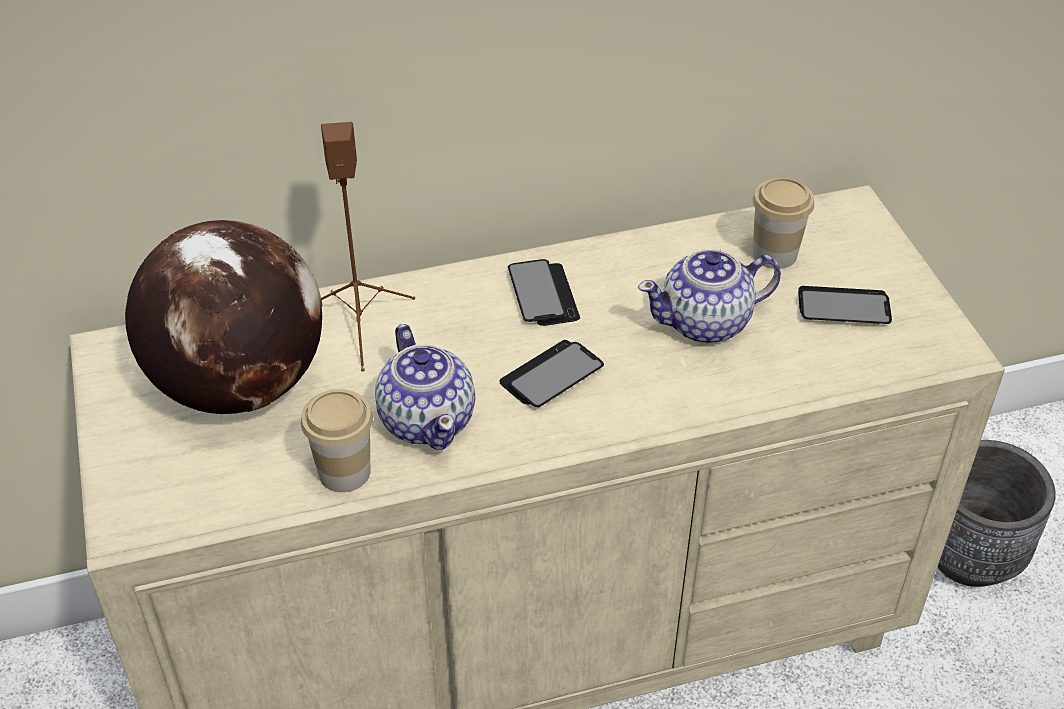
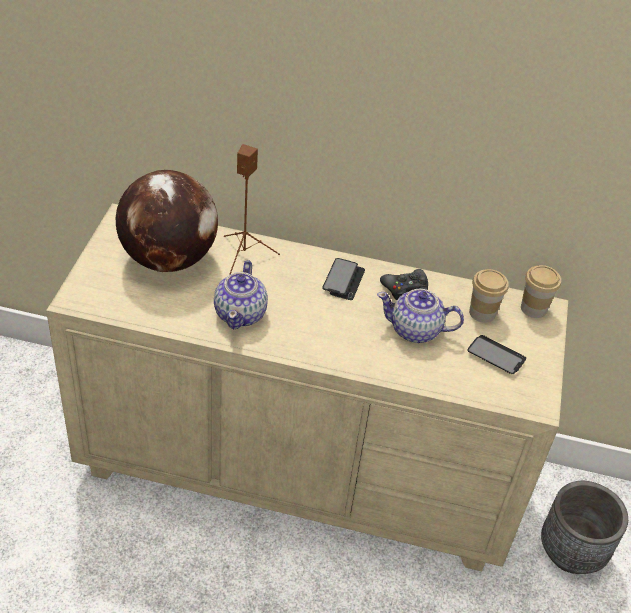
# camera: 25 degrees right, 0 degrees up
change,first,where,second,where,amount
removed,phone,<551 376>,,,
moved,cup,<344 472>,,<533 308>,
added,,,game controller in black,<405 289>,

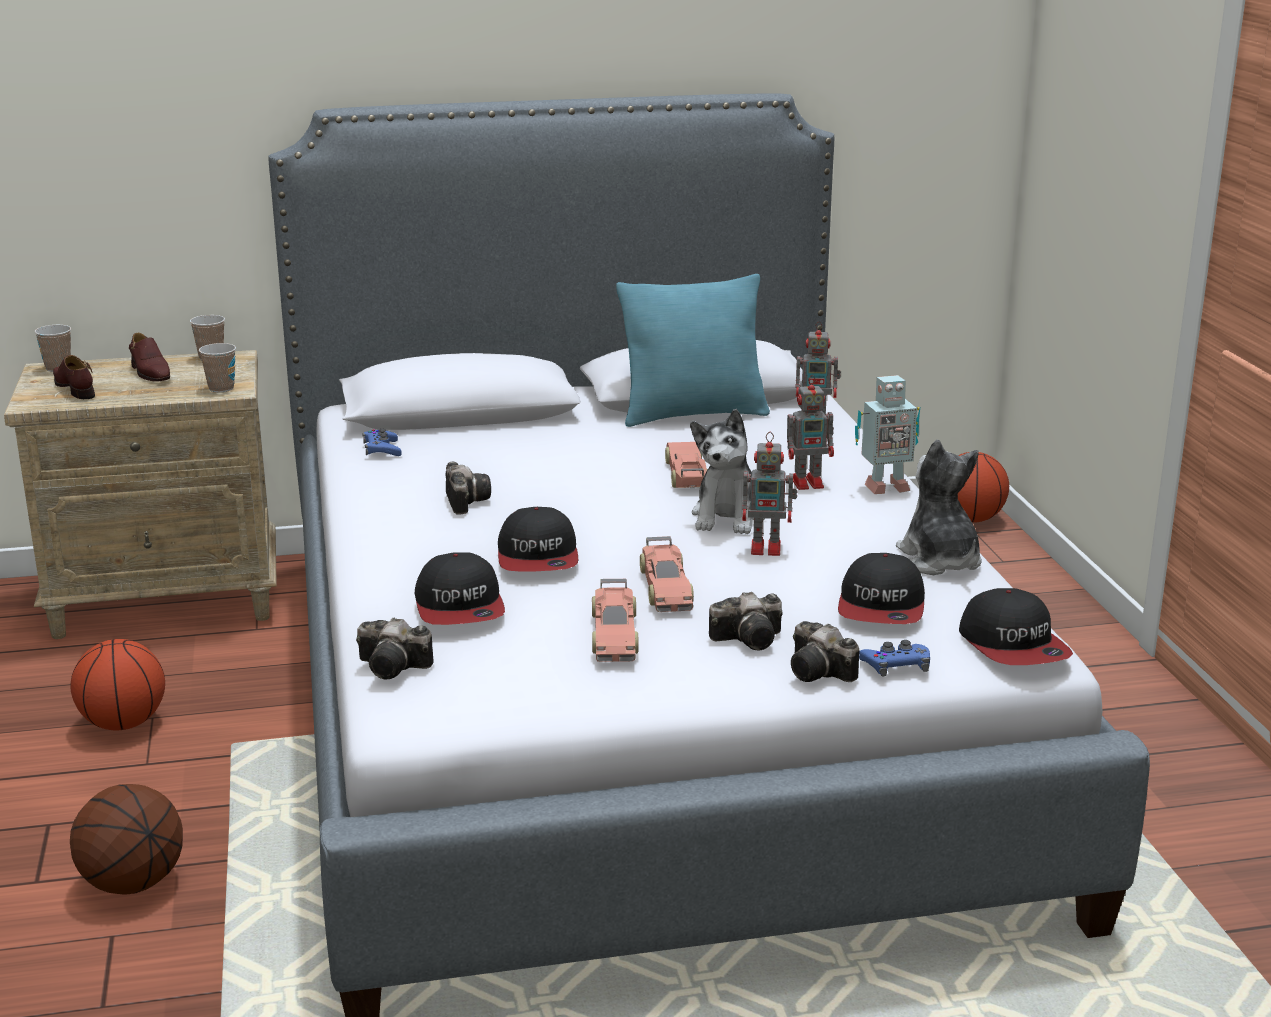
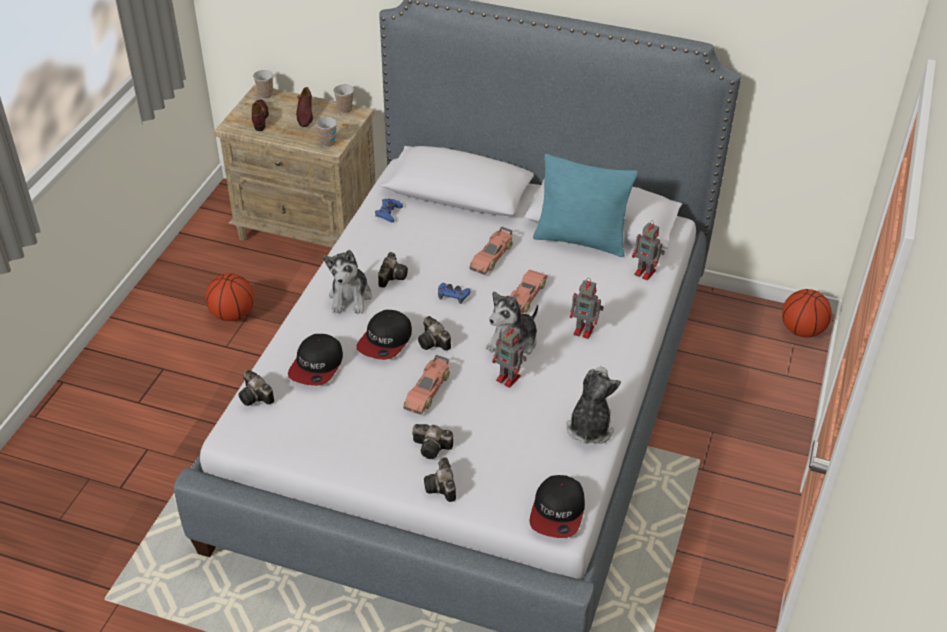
# camera: 30 degrees right, 20 degrees up
change,first,where,second,where,amount
removed,toy robot,<884 487>,,,
removed,cap,<881 607>,,,
moved,toy car,<614 635>,,<492 256>,
moved,game controller in blue,<896 665>,,<453 295>,
removed,basketball,<132 882>,,,
added,,,plush toy,<350 297>,
added,,,photo camera,<434 343>,

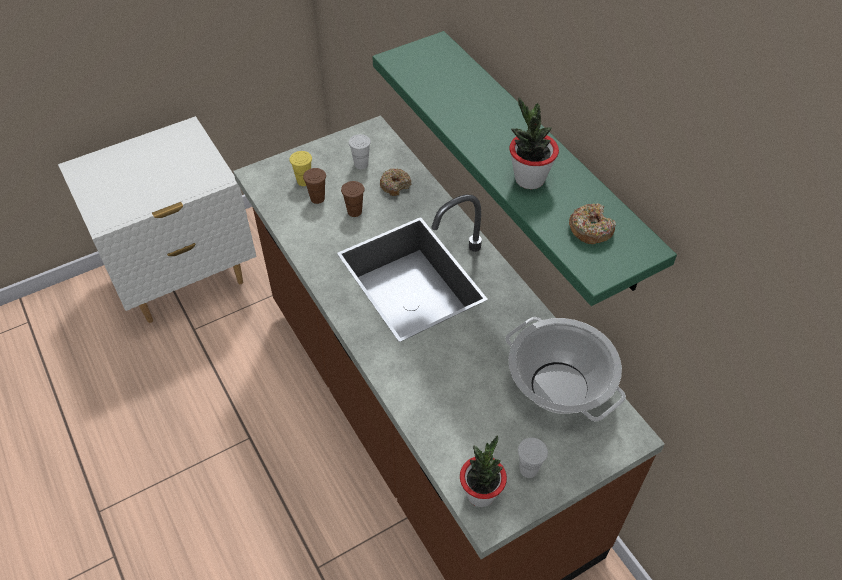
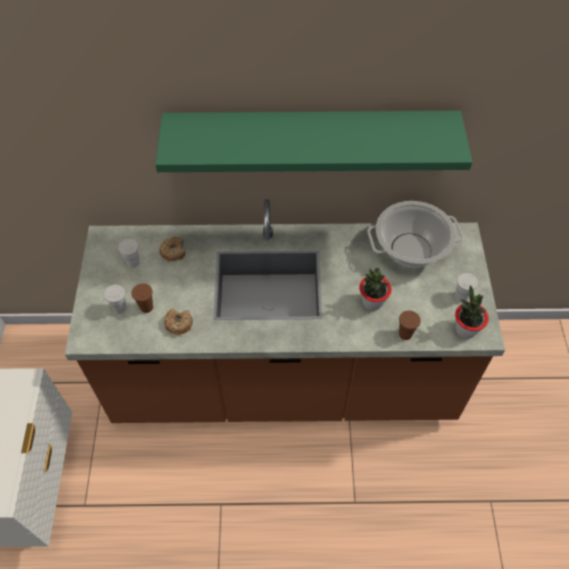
# camera: 60 degrees left, 5 degrees up
change,first,where,second,where,amount
moved,potted plant,<529 179>,,<372 302>,
recoloured,cup in yellow,<304 181>,cup in white,<120 308>,
moved,cup in brown,<354 211>,,<405 334>,
moved,donut,<590 229>,,<178 324>,

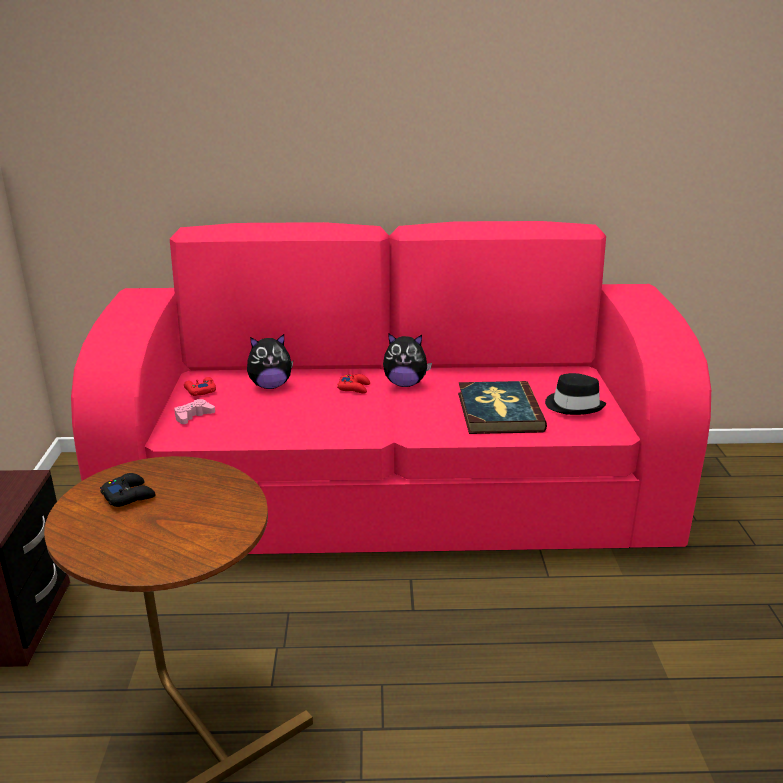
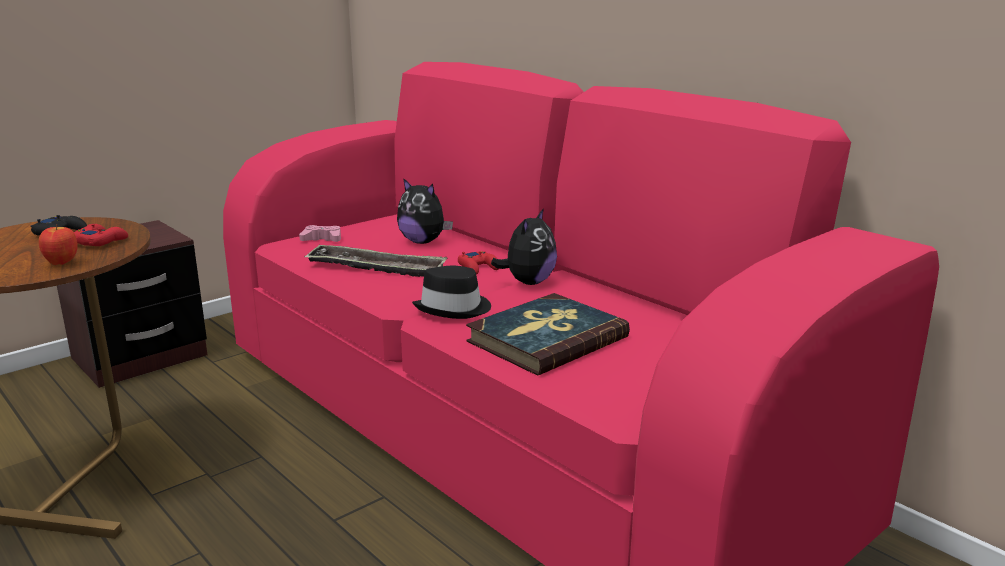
# camera: 50 degrees right, 5 degrees down
change,first,where,second,where,amount
turned,plush toy,<405 384>,,<528 282>,120 degrees counterclockwise
moved,hat in black,<574 406>,,<454 308>,
moved,game controller in red,<200 390>,,<100 241>,
added,,,apple,<61 263>,
added,,,tray,<376 268>,

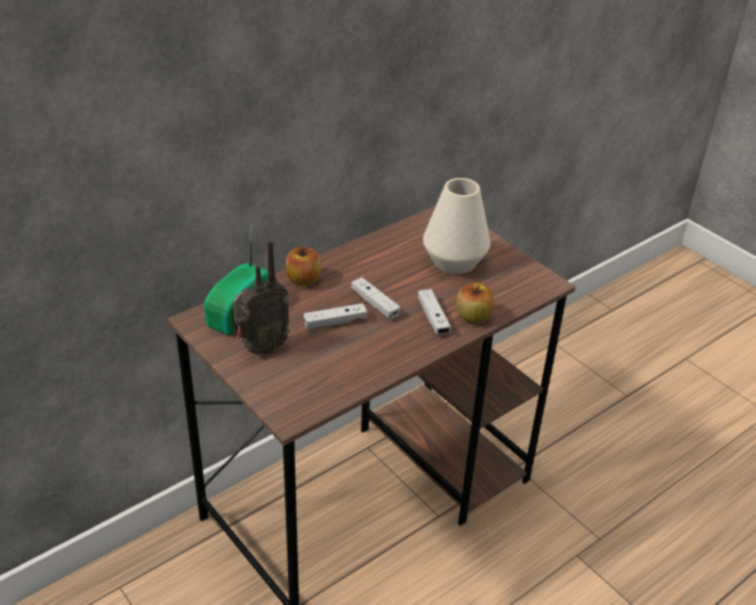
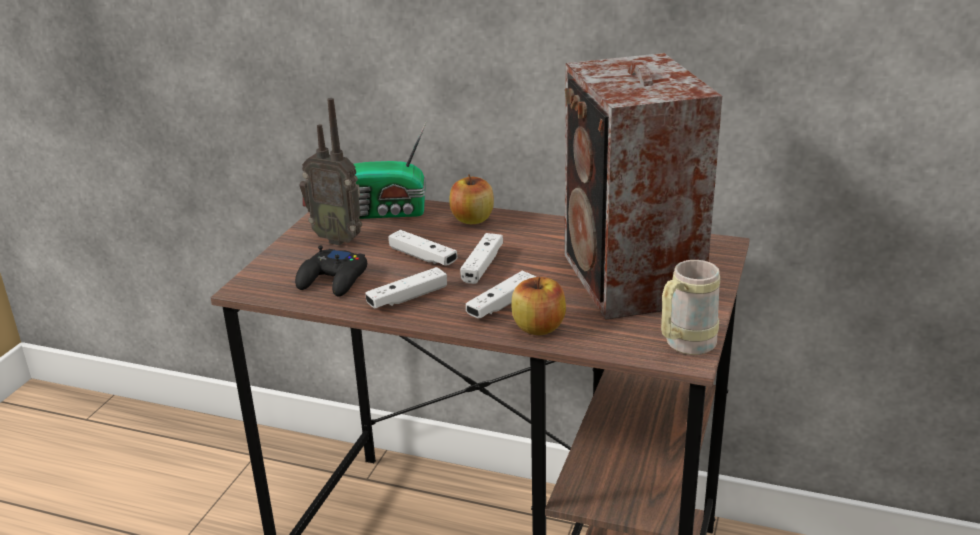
# camera: 60 degrees right, 10 degrees down
change,first,where,second,where,amount
replaced,vase in white,<454 261>,speaker,<631 281>,
added,,,game controller in black,<333 280>,
added,,,mug in beige,<684 346>,
added,,,game controller in white,<407 298>,

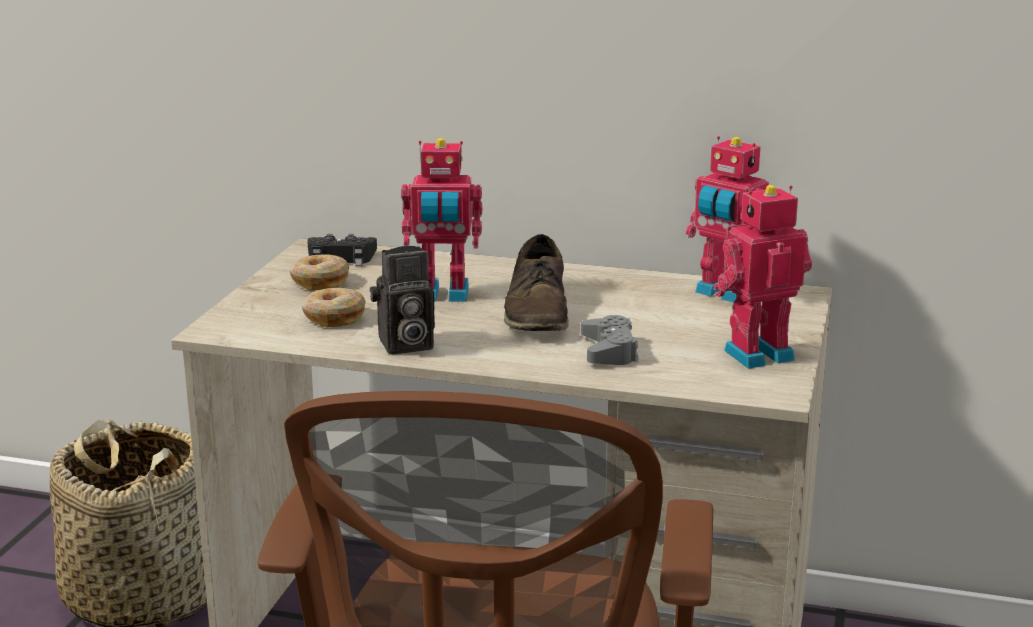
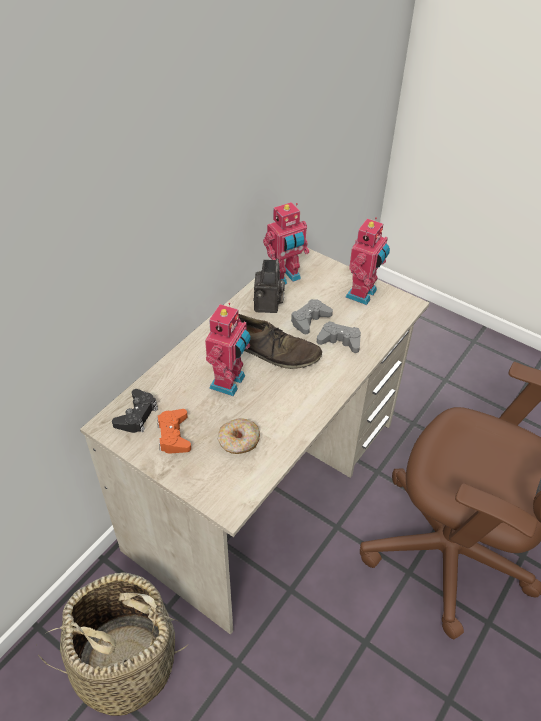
# camera: 70 degrees left, 25 degrees up
change,first,where,second,where,amount
turned,toy robot,<756 353>,,<363 294>,150 degrees counterclockwise
moved,photo camera,<404 345>,,<268 306>,
replaced,donut,<319 282>,game controller in orange,<174 435>,
added,,,game controller in grey,<309 320>,

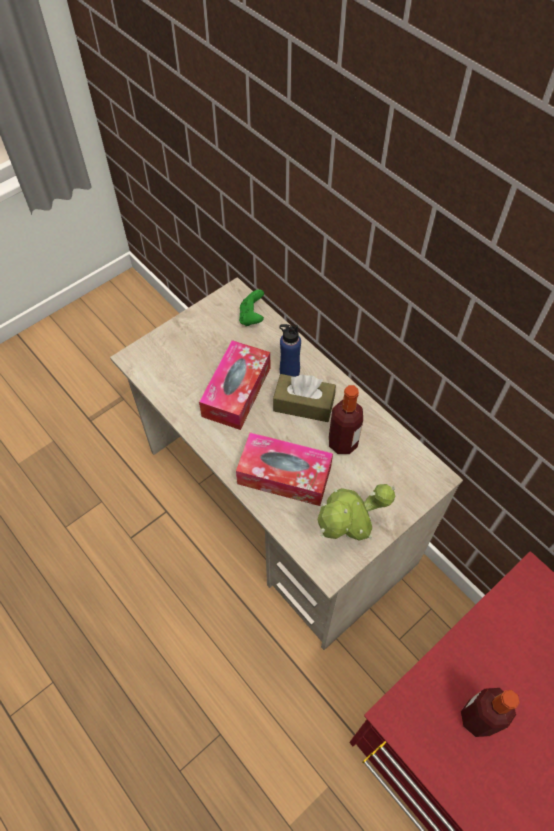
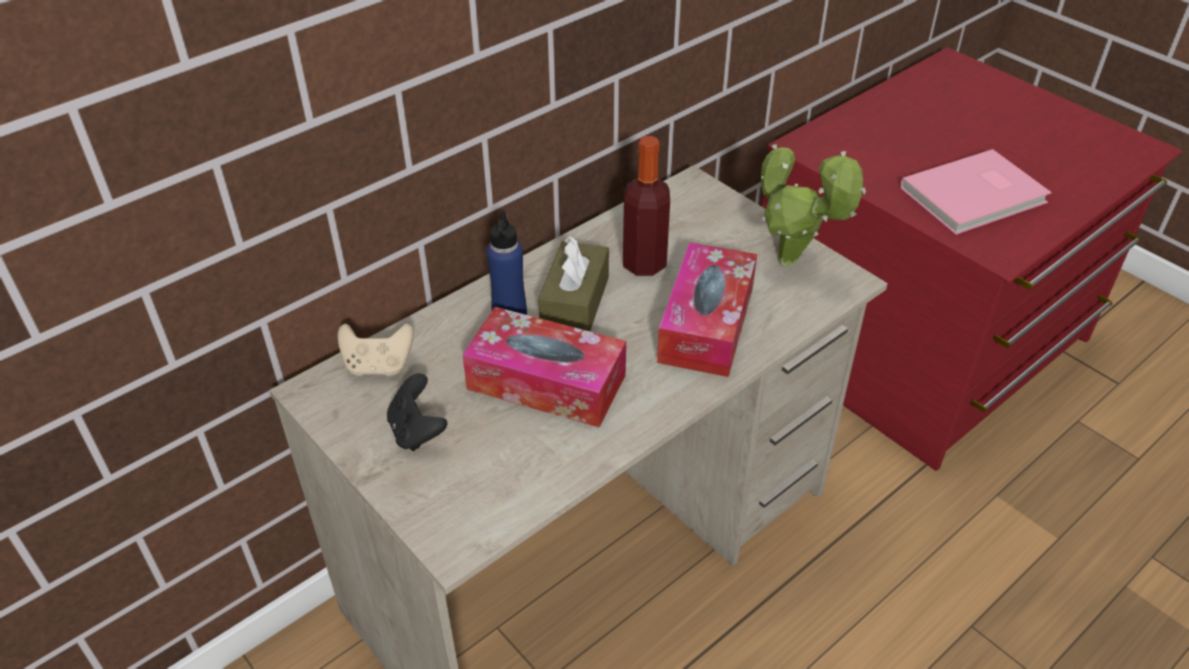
# camera: 90 degrees left, 15 degrees down
change,first,where,second,where,amount
recoloured,game controller in green,<252 317>,game controller in beige,<378 366>,
replaced,bottle,<478 718>,book in pink,<977 196>,
added,,,game controller in black,<417 431>,

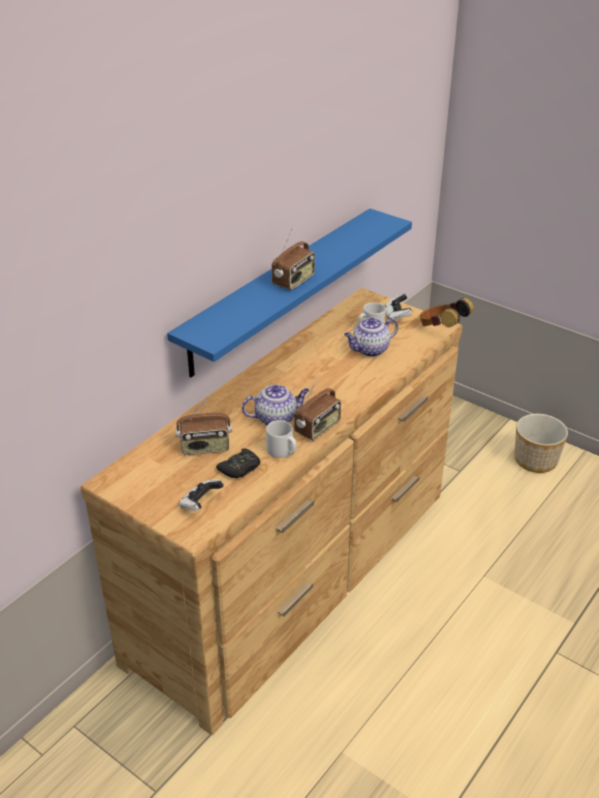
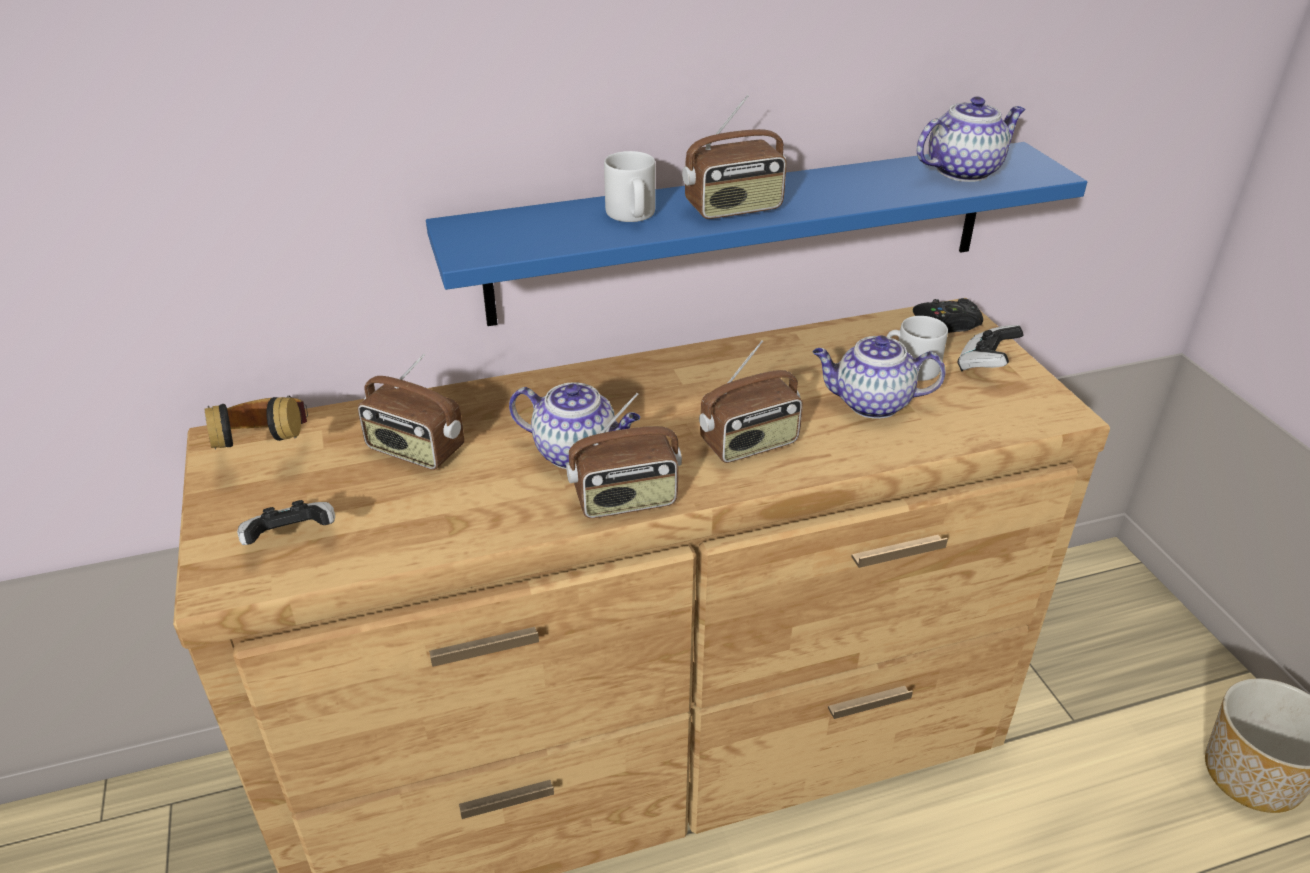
# camera: 35 degrees right, 0 degrees up
change,first,where,second,where,amount
moved,headphones,<441 328>,,<267 450>,
moved,mug in grey,<282 451>,,<632 215>,
moved,game controller in black,<240 468>,,<948 324>,
added,,,teapot,<964 171>,
added,,,radio,<750 444>,

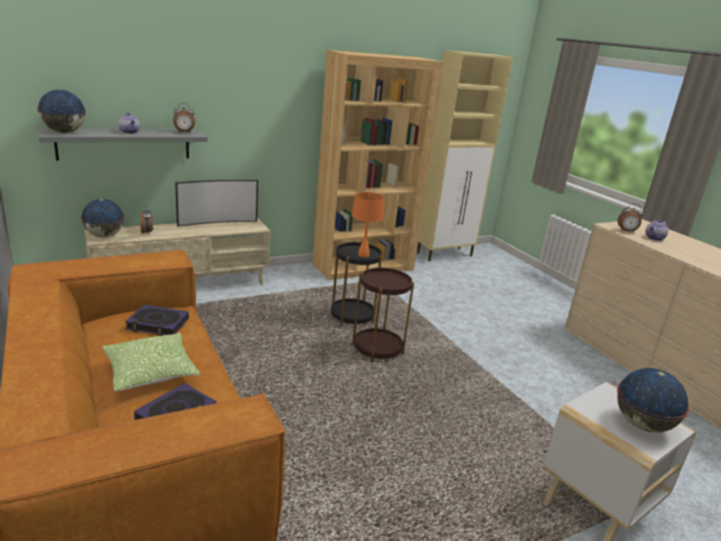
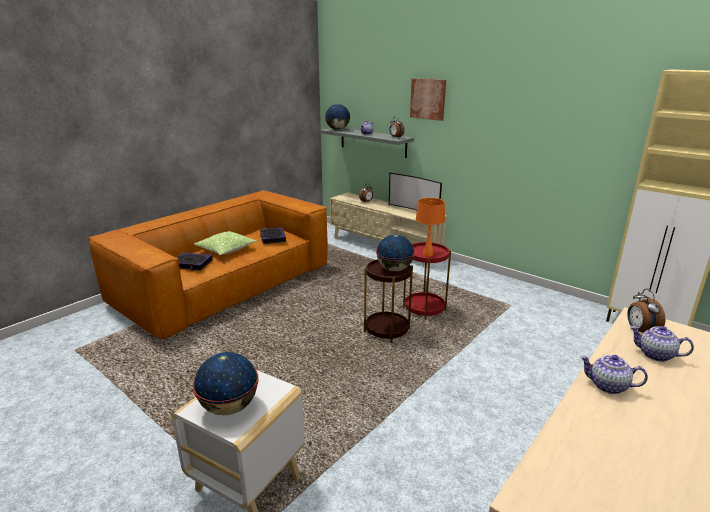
# camera: 70 degrees right, 0 degrees up
change,first,where,second,where,amount
removed,bookcase in brown,<363 267>,,,
moved,globe,<104 236>,,<394 269>,
recoloured,side table in black,<352 317>,side table in red,<424 309>,
added,,,picture,<428 99>,
added,,,teapot,<607 386>,

